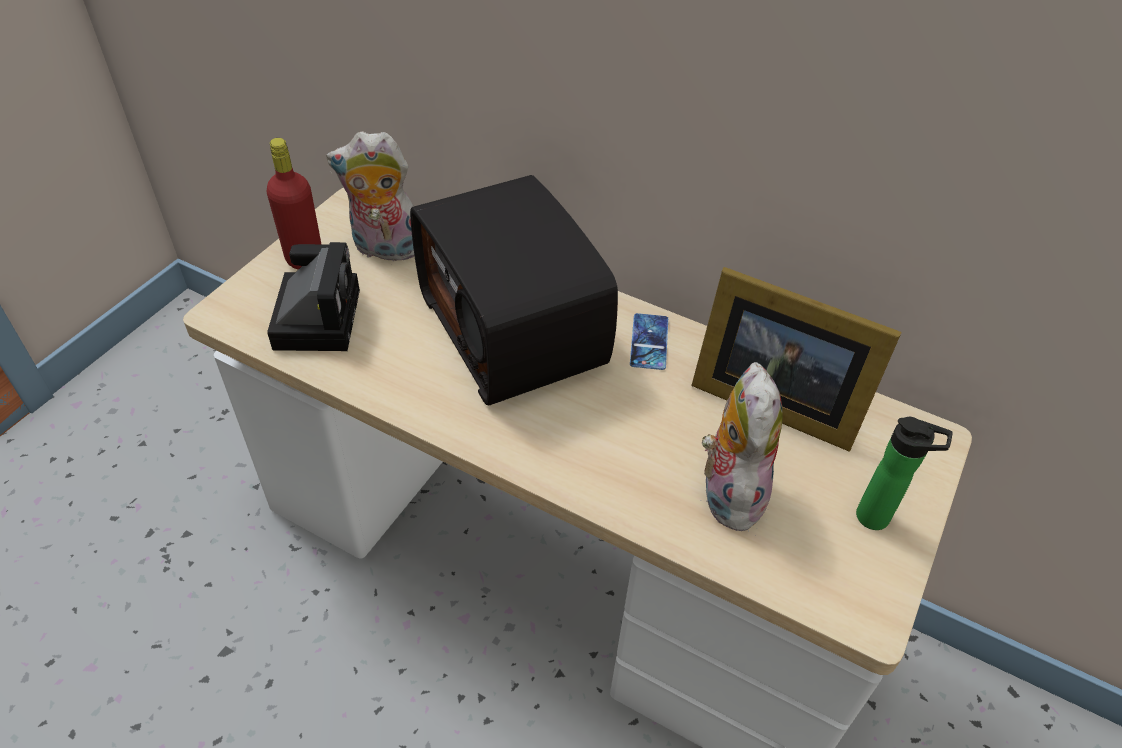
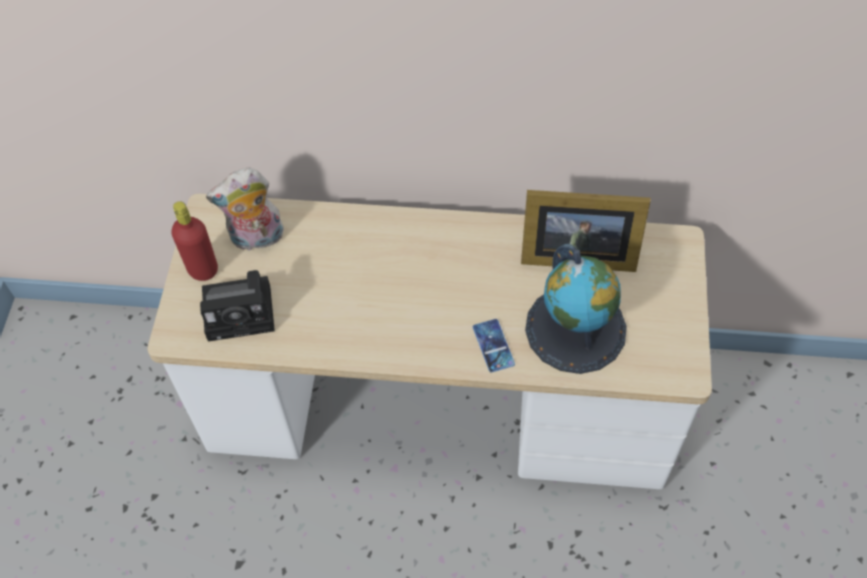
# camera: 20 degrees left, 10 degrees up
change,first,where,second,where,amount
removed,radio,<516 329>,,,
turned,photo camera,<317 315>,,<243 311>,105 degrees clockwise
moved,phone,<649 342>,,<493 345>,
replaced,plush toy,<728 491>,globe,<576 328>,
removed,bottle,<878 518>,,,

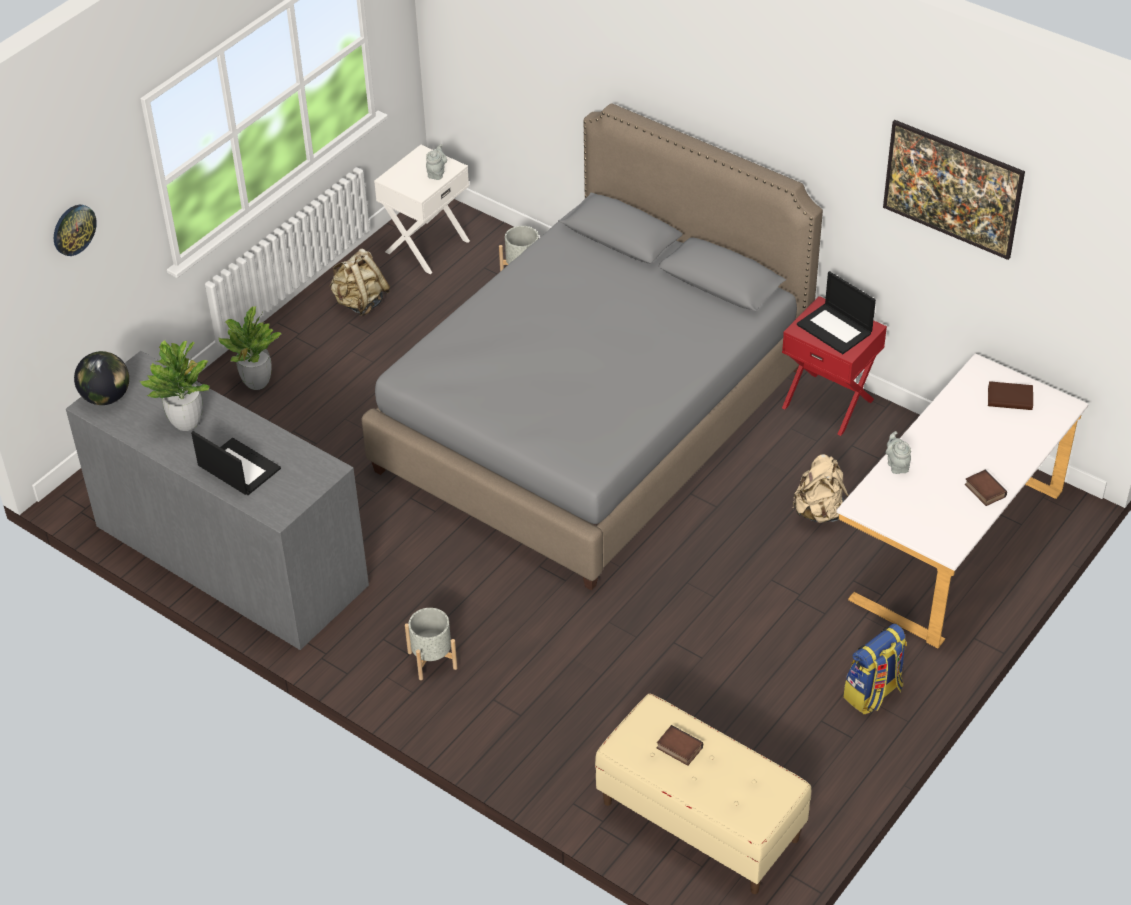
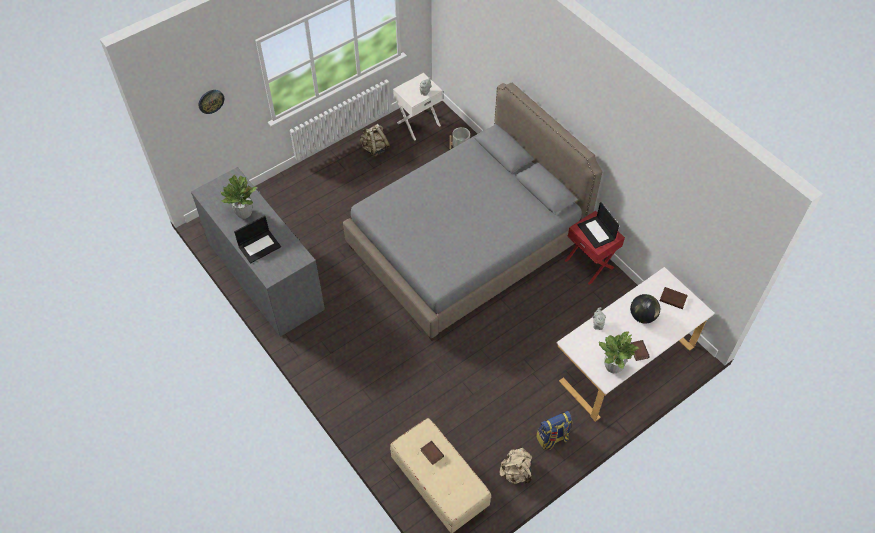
# camera: 15 degrees right, 10 degrees up
change,first,where,second,where,amount
removed,picture,<949 210>,,,
moved,potted plant,<257 383>,,<613 367>,
moved,globe,<106 397>,,<642 316>,
turned,laptop,<238 468>,,<259 246>,90 degrees clockwise
moved,backpack in beige,<820 512>,,<516 472>,
removed,planter in grey,<432 660>,,,

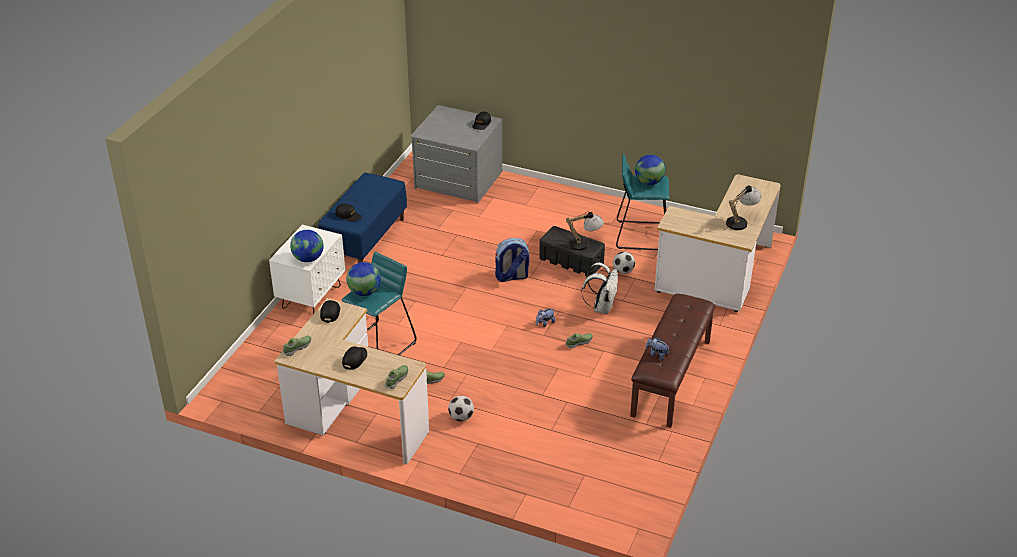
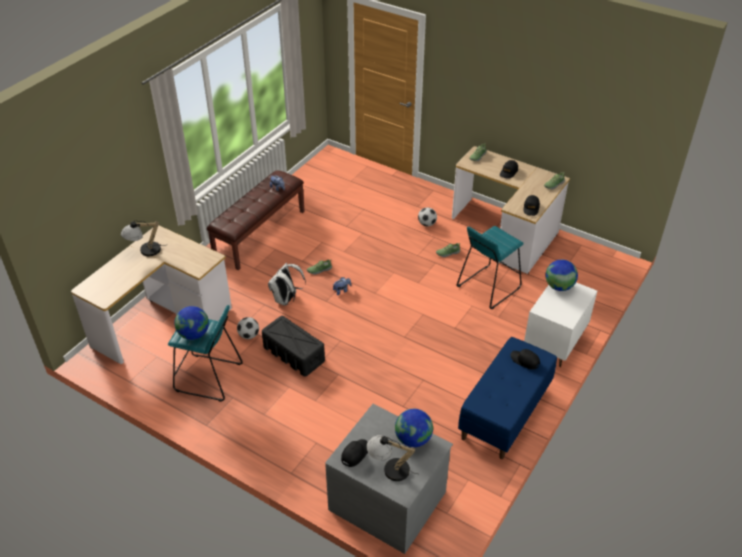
# camera: 170 degrees left, 5 degrees up
change,first,where,second,where,amount
moved,table lamp,<584 244>,,<389 469>,
removed,backpack,<512 277>,,,
moved,globe,<364 292>,,<413 439>,

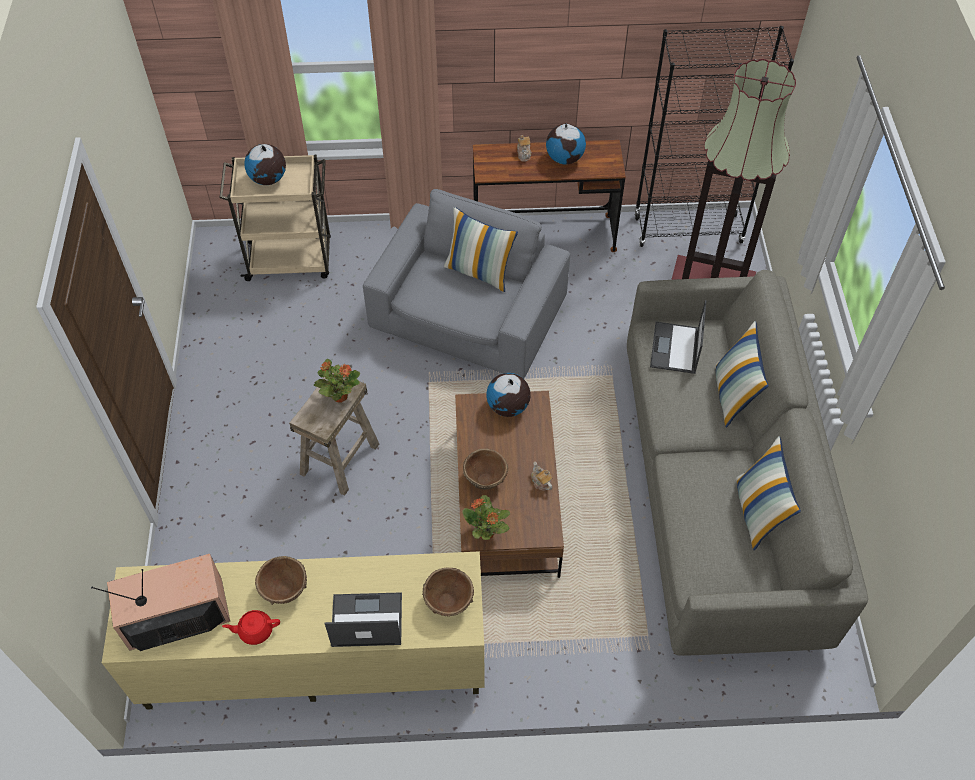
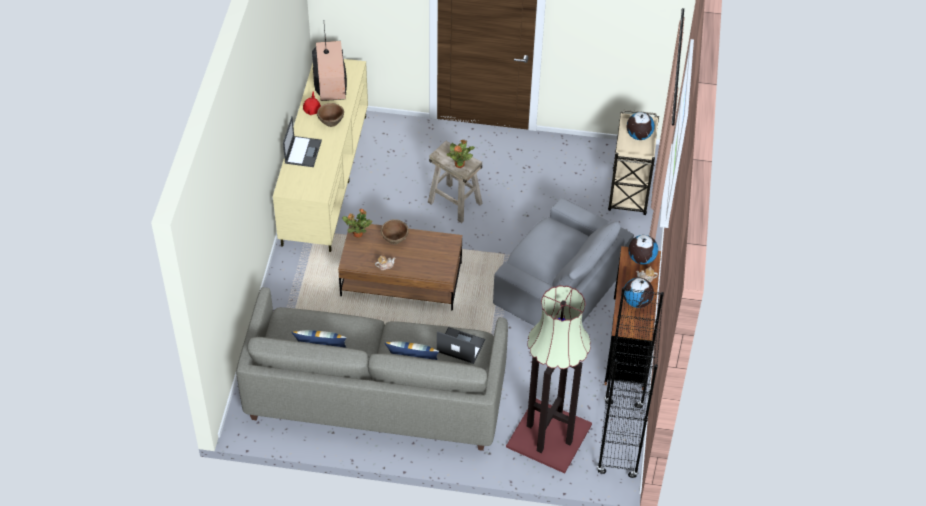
# camera: 100 degrees right, 5 degrees down
change,first,where,second,where,amount
removed,pillow,<479 271>,,,
moved,globe,<508 407>,,<641 259>,
removed,bowl in brown,<449 601>,,,

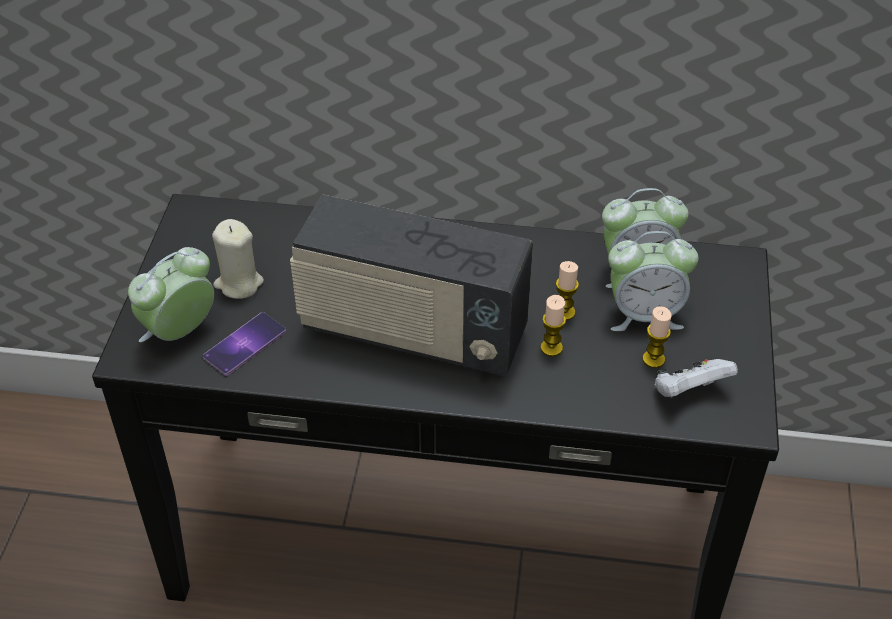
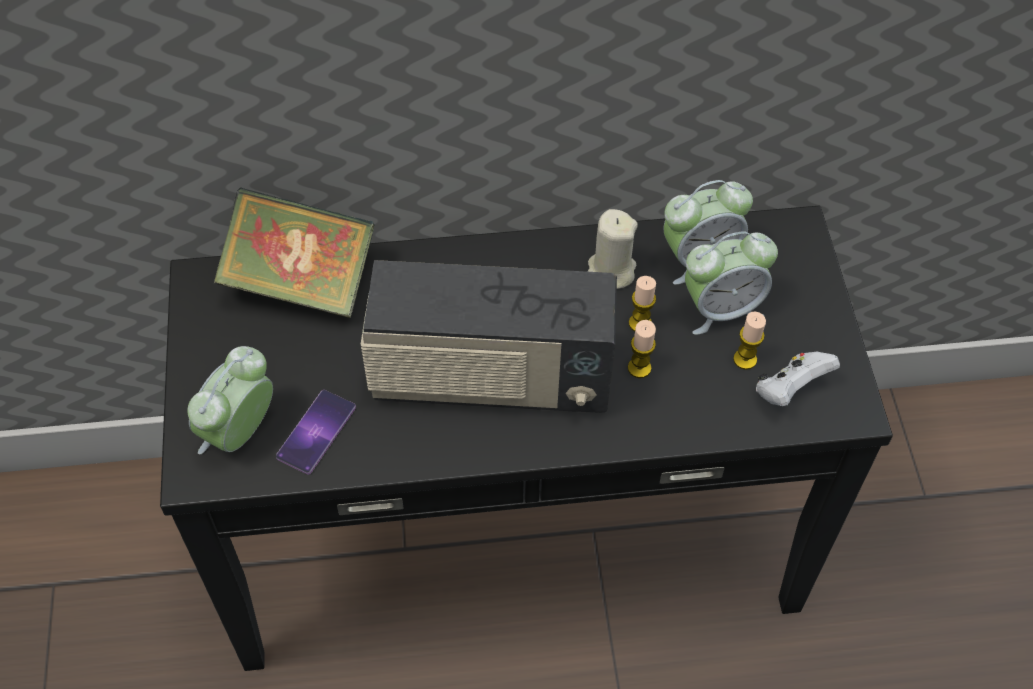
# camera: 15 degrees left, 10 degrees up
change,first,where,second,where,amount
moved,candle in beige,<239 283>,,<610 271>,
added,,,book,<301 282>,

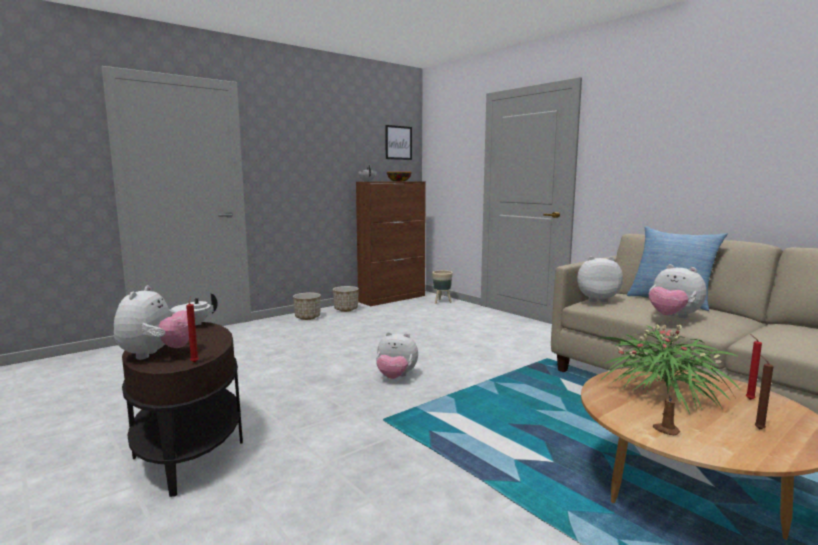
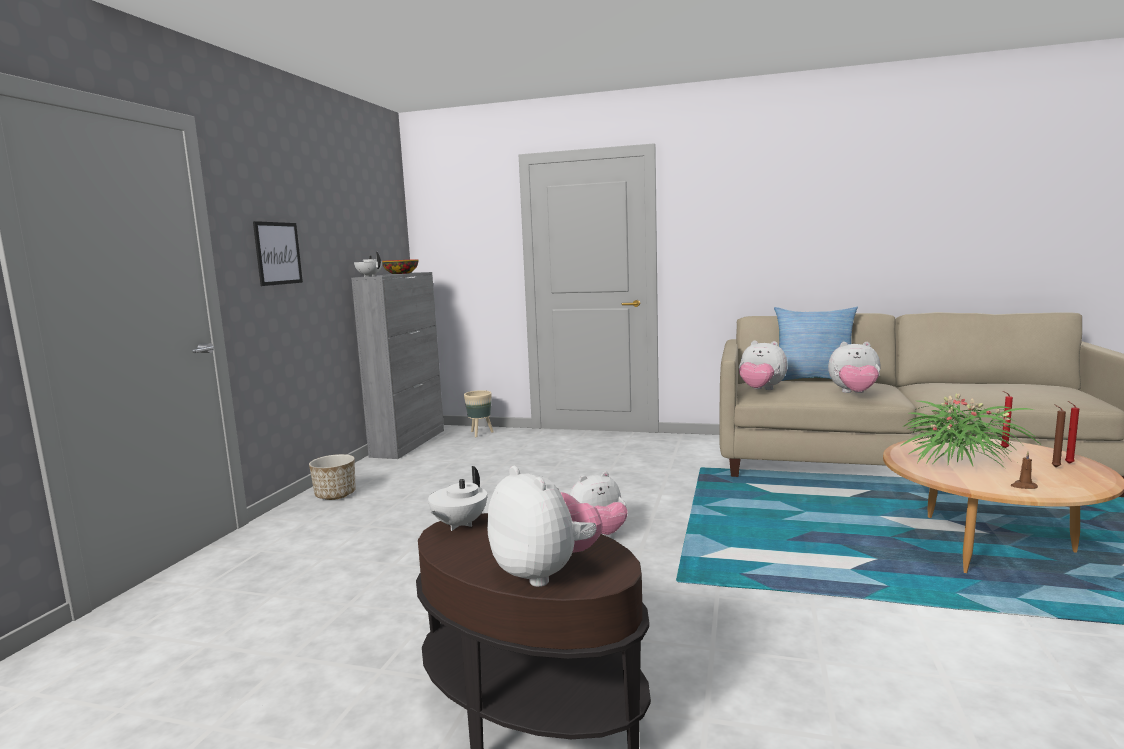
# camera: 35 degrees left, 0 degrees up
change,first,where,second,where,amount
moved,picture,<398 142>,,<278 253>,
recoloured,cabinet in brown,<392 298>,cabinet in grey,<409 443>,
turned,plush toy,<596 299>,,<761 390>,120 degrees counterclockwise
removed,planter,<346 309>,,,
moved,candle in red,<195 362>,,<1067 463>,

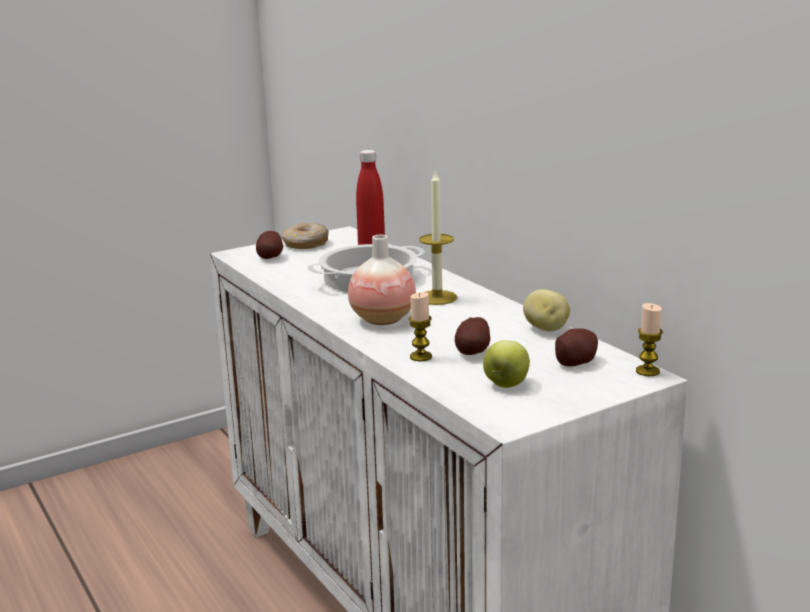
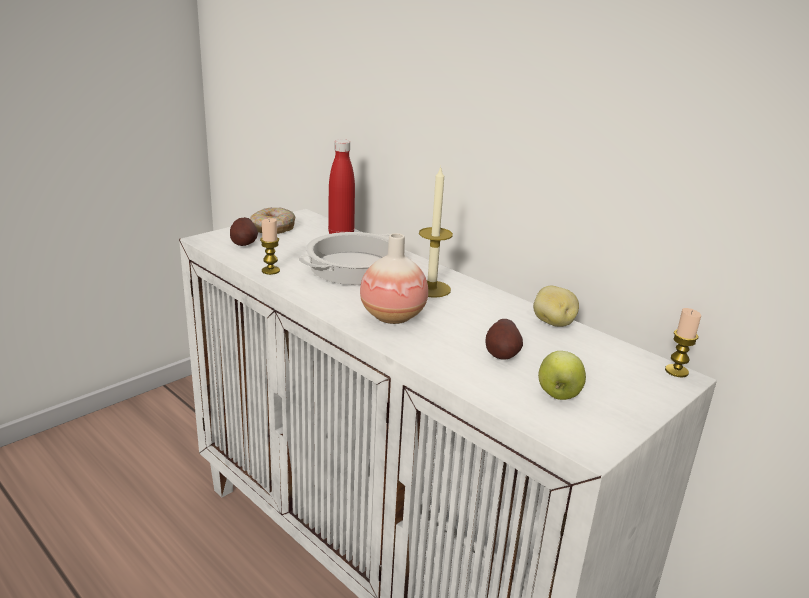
# camera: 15 degrees left, 5 degrees up
change,first,where,second,where,amount
moved,candle,<421 357>,,<270 271>,
removed,potato,<576 361>,,,

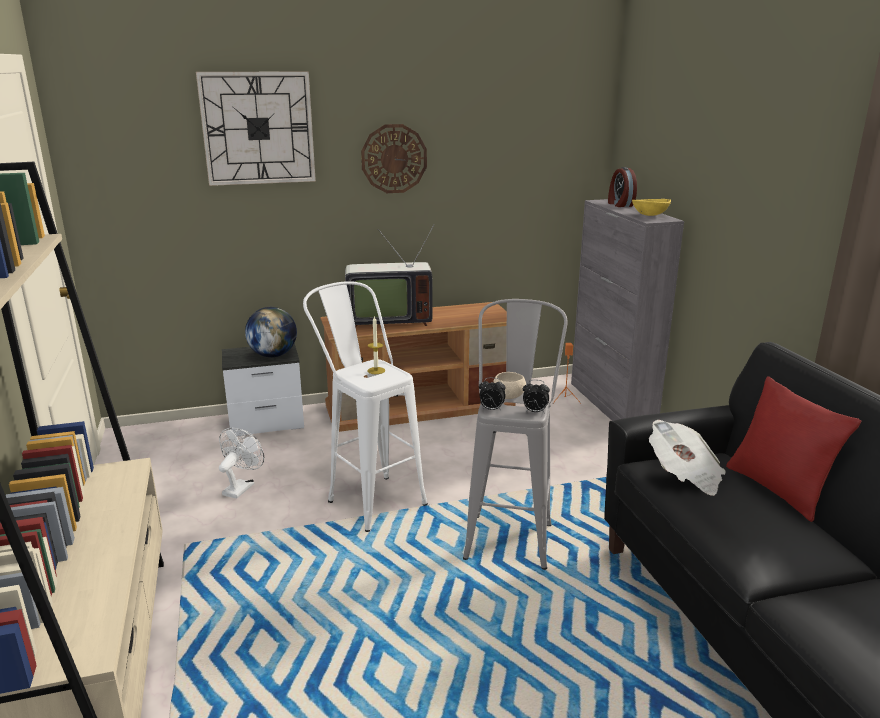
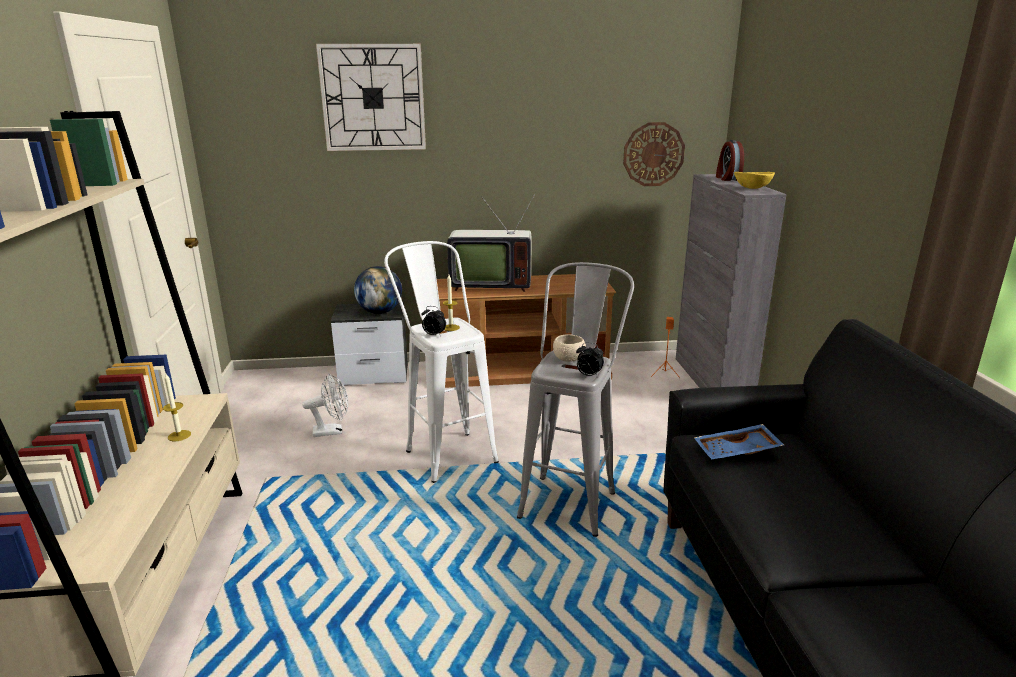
# camera: 10 degrees right, 0 degrees up
change,first,where,second,where,amount
moved,wall clock,<394 159>,,<653 154>,
removed,pillow in red,<777 490>,,,
moved,alarm clock,<491 409>,,<433 335>,
replaced,newspaper,<685 475>,tray in blue,<737 452>,
turned,fan in white,<241 487>,,<332 431>,45 degrees clockwise
added,,,candle,<179 435>,

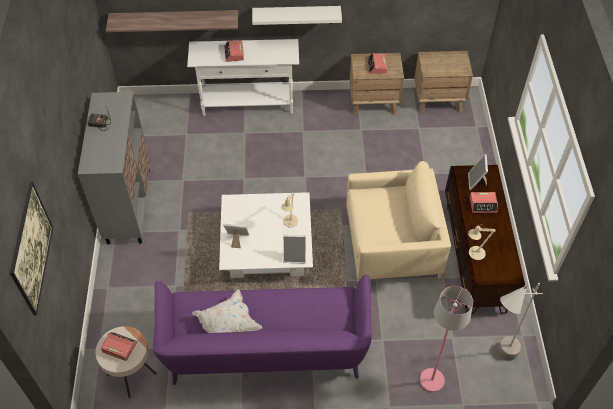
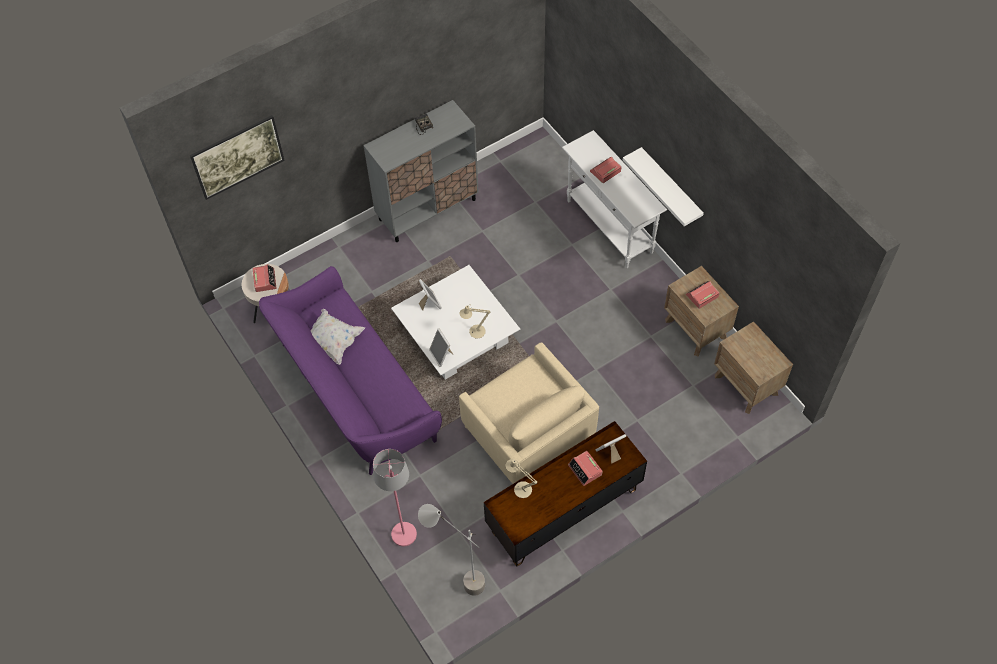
# camera: 60 degrees right, 5 degrees up
change,first,where,second,where,amount
removed,shelf,<175 20>,,,

